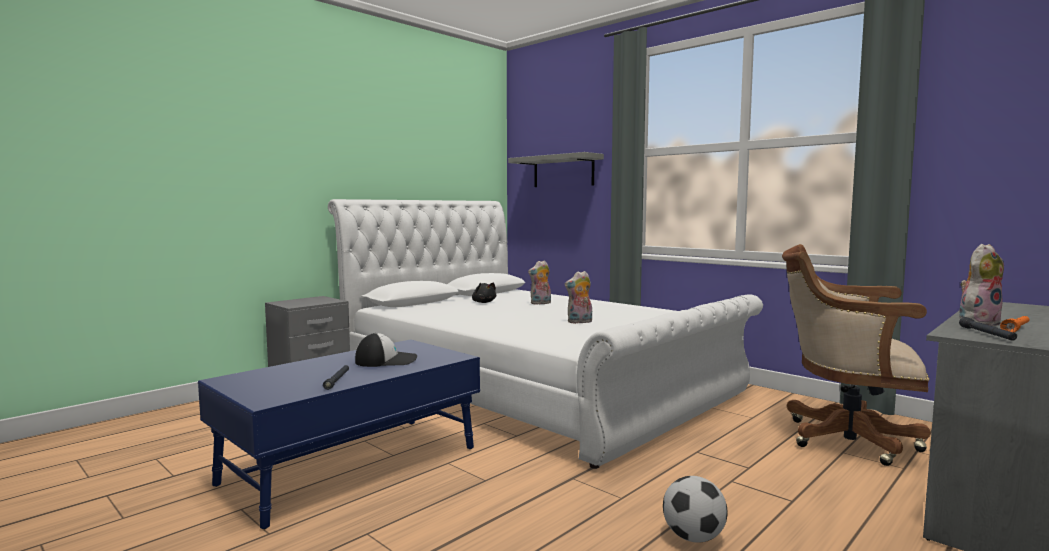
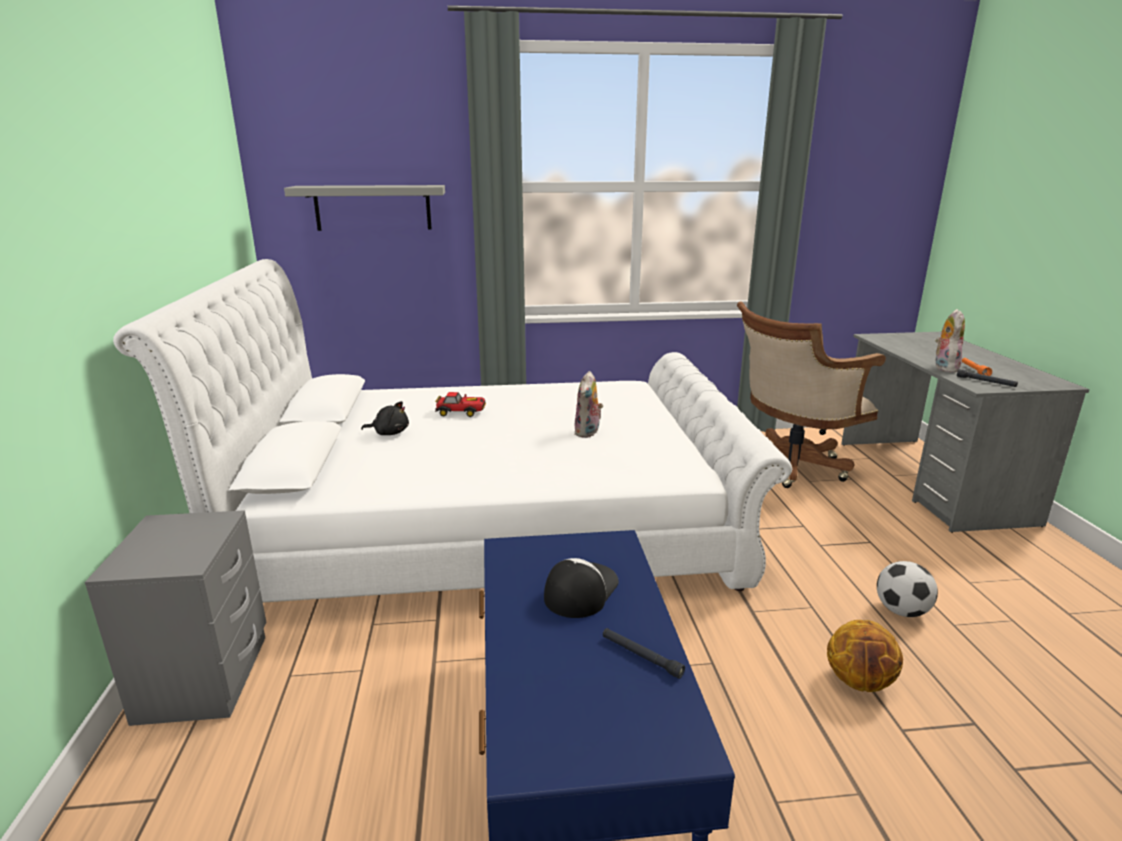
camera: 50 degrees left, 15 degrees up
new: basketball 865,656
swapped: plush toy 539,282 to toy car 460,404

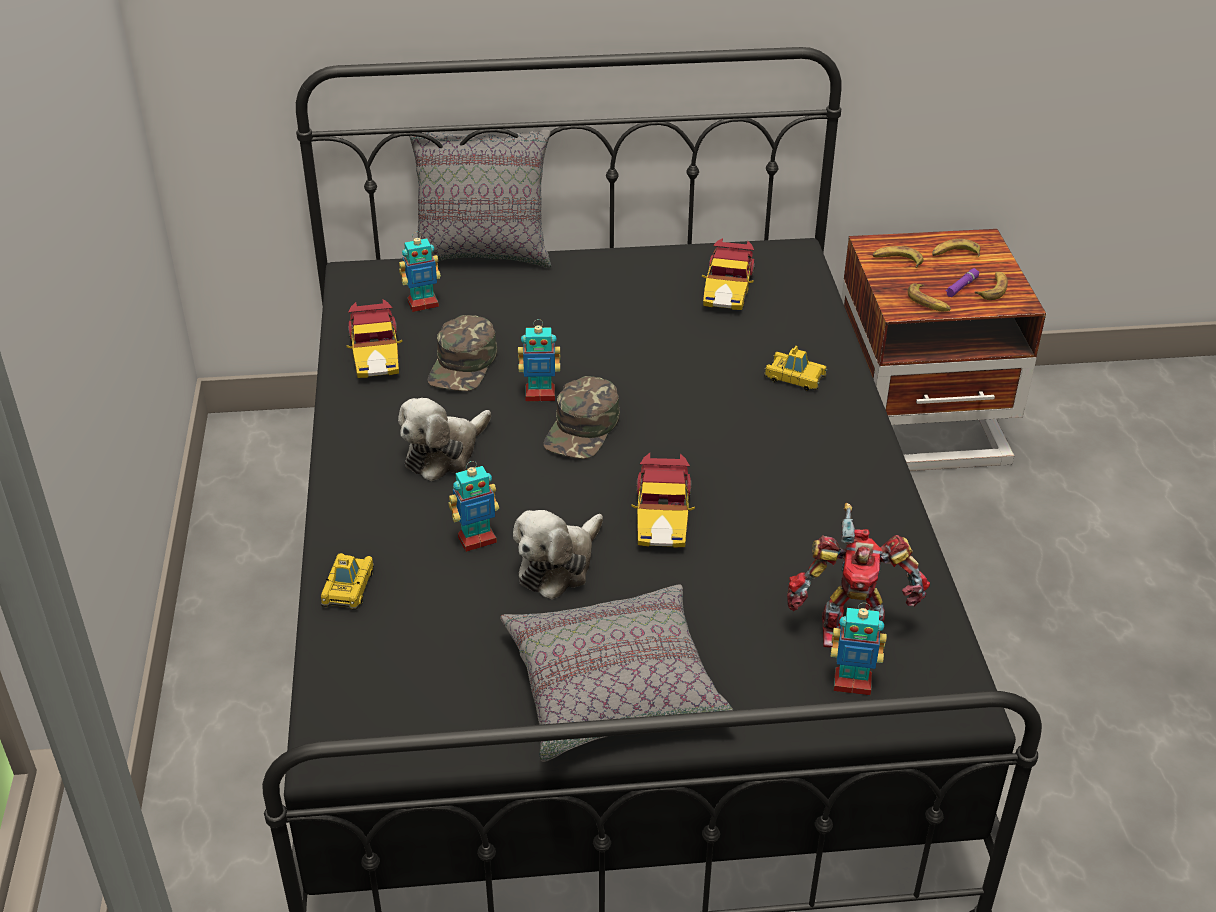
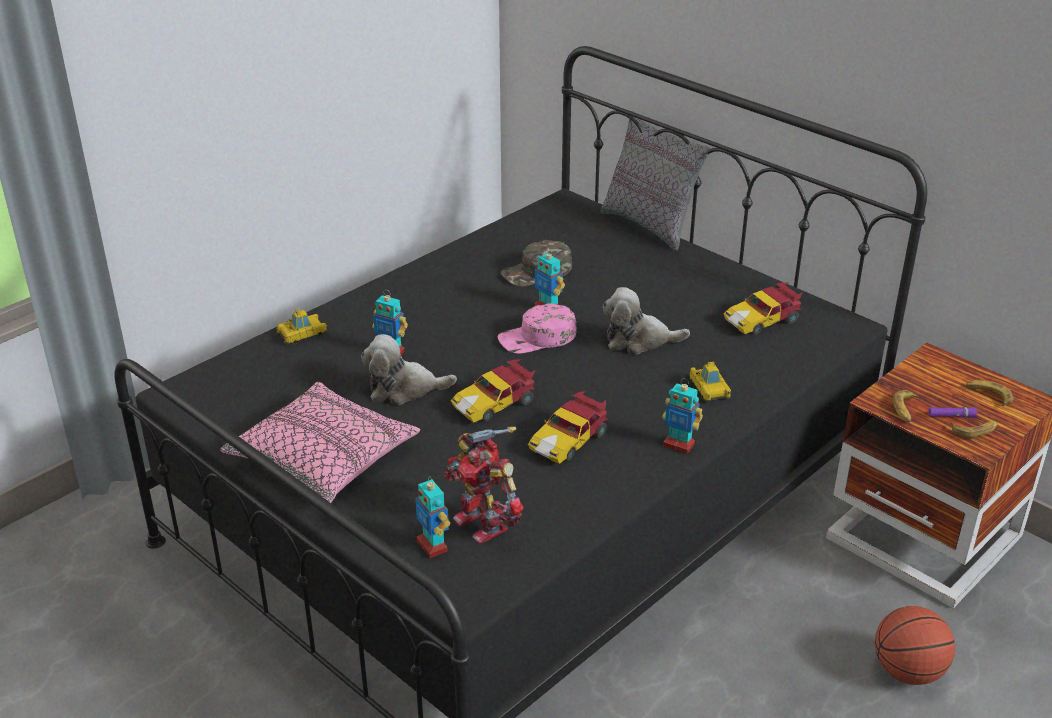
camera: 50 degrees right, 5 degrees down
gone: banana 898,257
new: basketball 915,645
shifted: toy car 374,339 to 567,427; plush toy 444,439 to 646,321; toy robot 420,272 to 682,416
repainted: grey pillow 616,673 to pink pillow 320,442; green cap 582,417 to pink cap 537,328

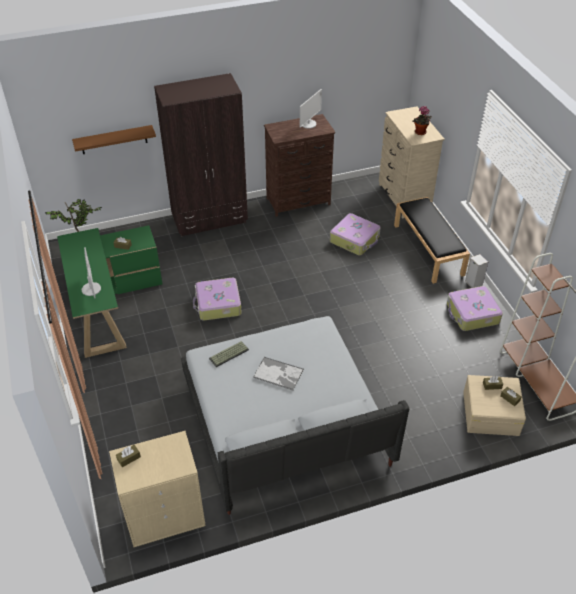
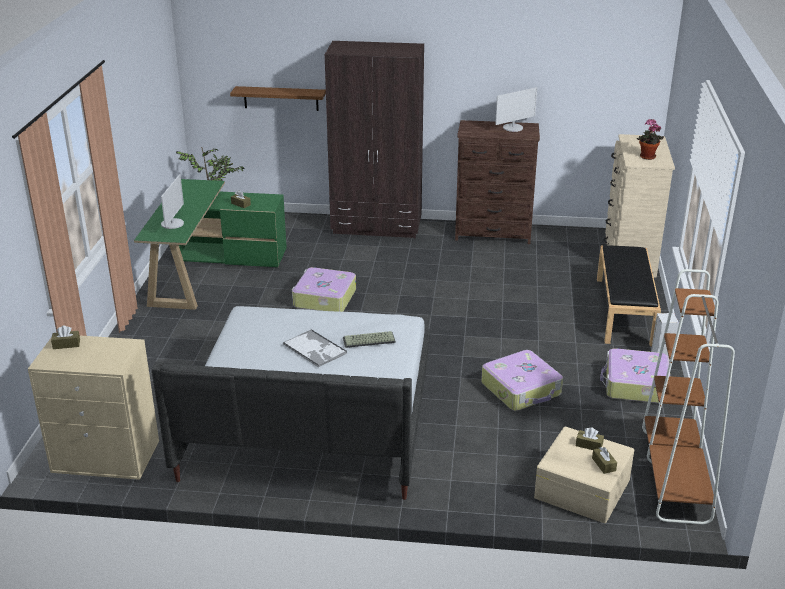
camera: 25 degrees right, 15 degrees down
shifted: keyboard 229,354 to 369,339; suitcase 355,234 to 522,380

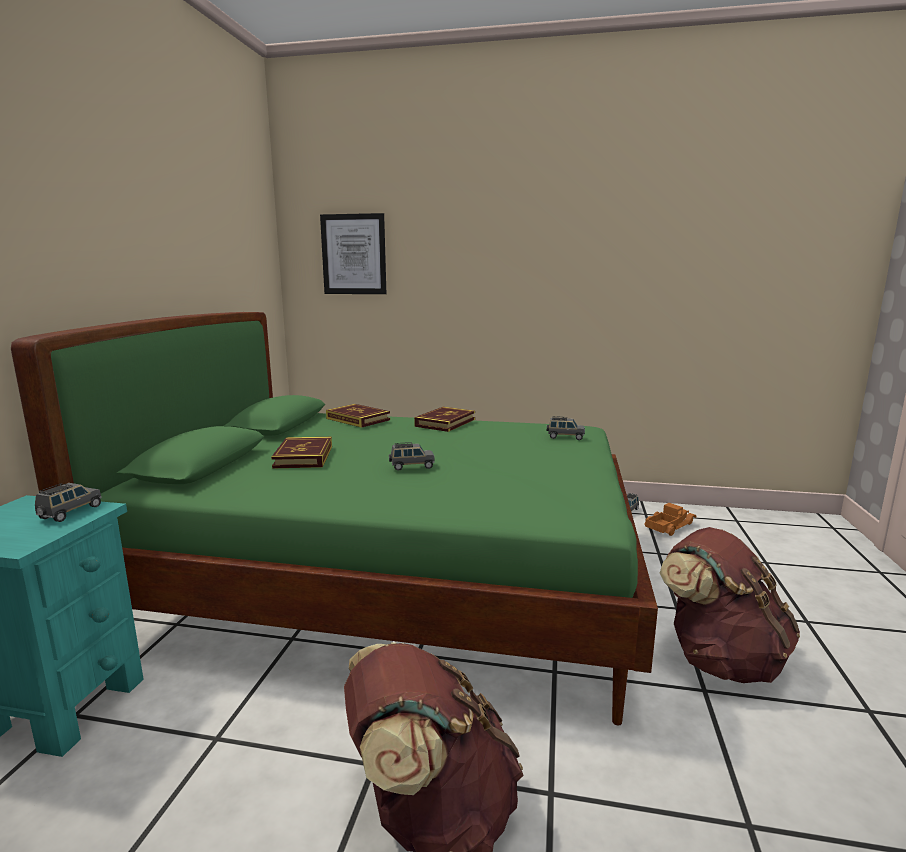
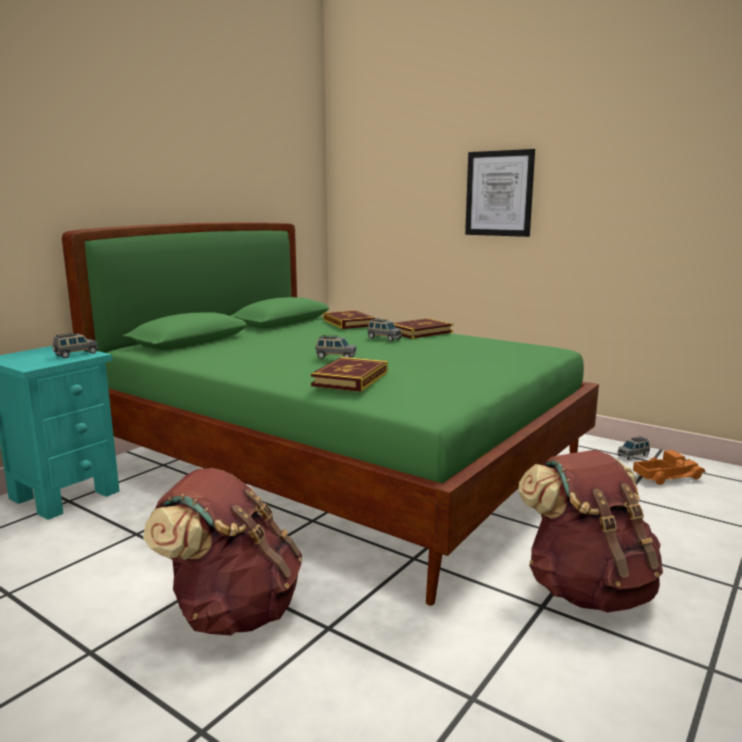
camera: 25 degrees right, 0 degrees up
shifted: book 301,453 to 349,374; picture 353,253 to 500,193; grey toy car 566,428 to 385,330

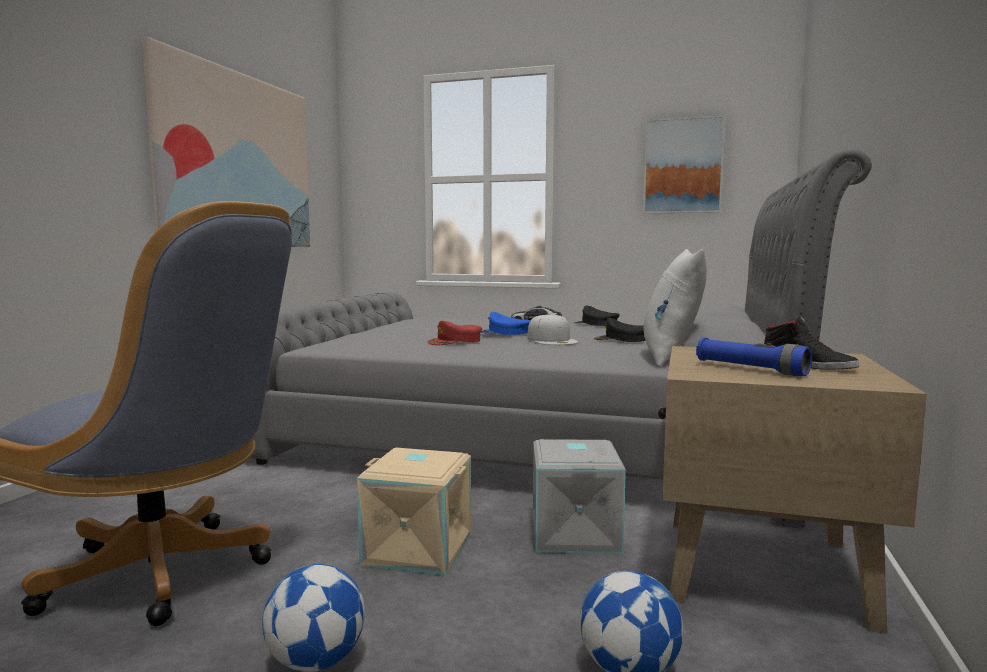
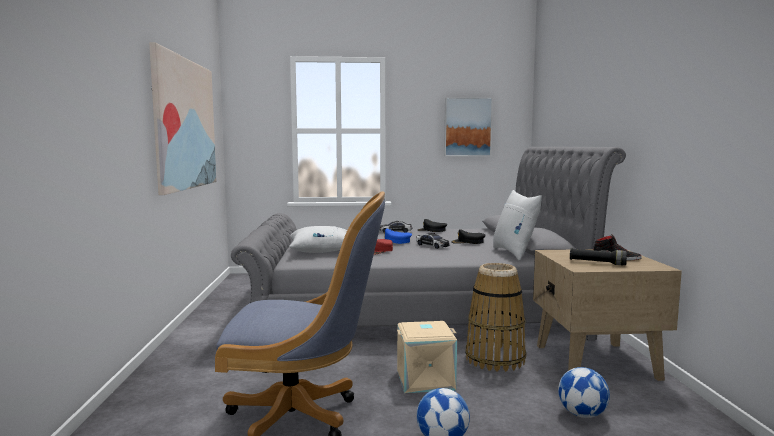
camera: 20 degrees left, 0 degrees up
new: grey pillow 318,239
swapped: white cap 552,329 to toy car 432,241; grey storage box 579,496 to basket 496,317
repainted: blue flashlight 754,357 to black flashlight 598,256

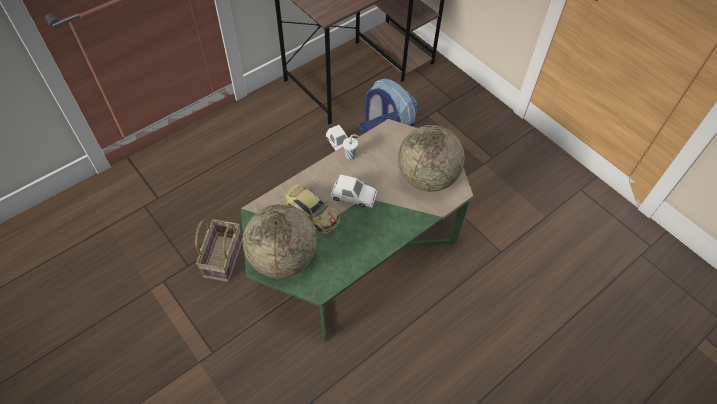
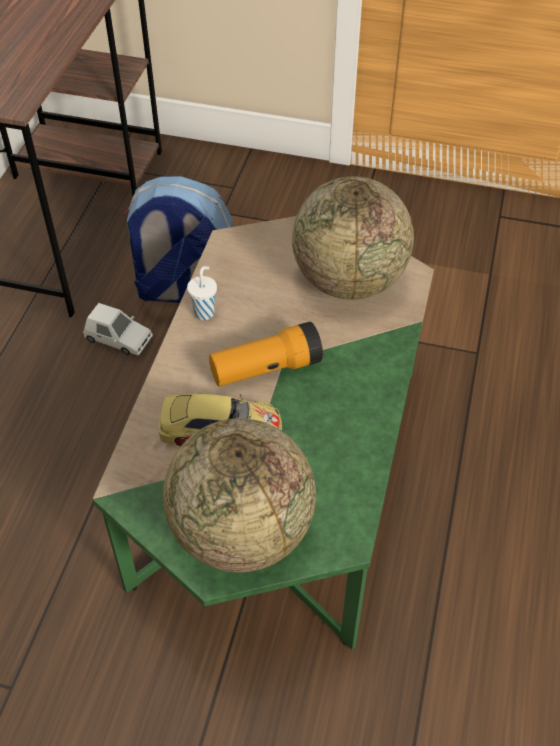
camera: 35 degrees left, 5 degrees down
gone: basket 219,250
swapped: white toy car 354,191 to flashlight 266,354

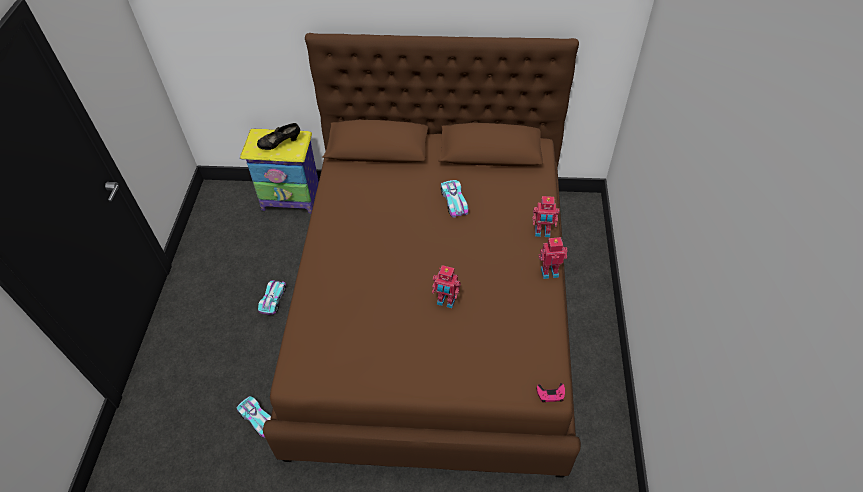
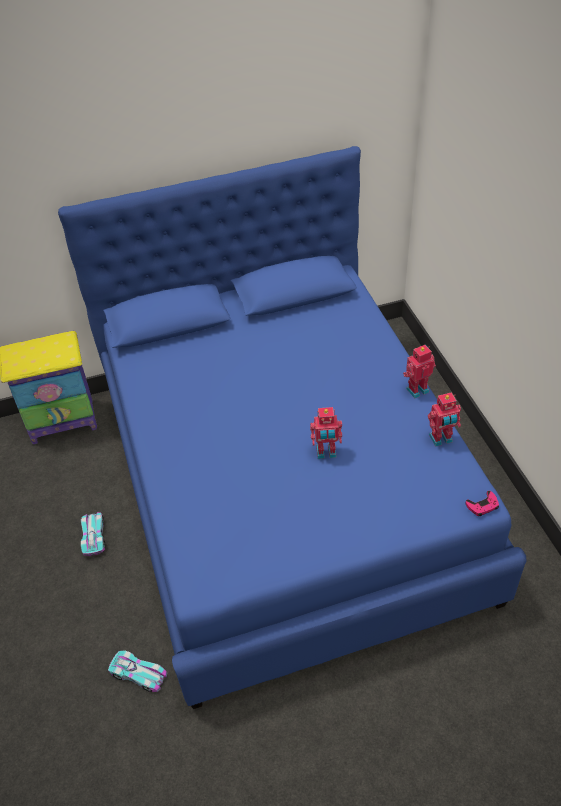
camera: 20 degrees left, 5 degrees down
gone: black shoe 278,136; toy car 455,199
shifted: toy robot 545,216 to 444,419
repainted: brown bed 422,255 to blue bed 292,427

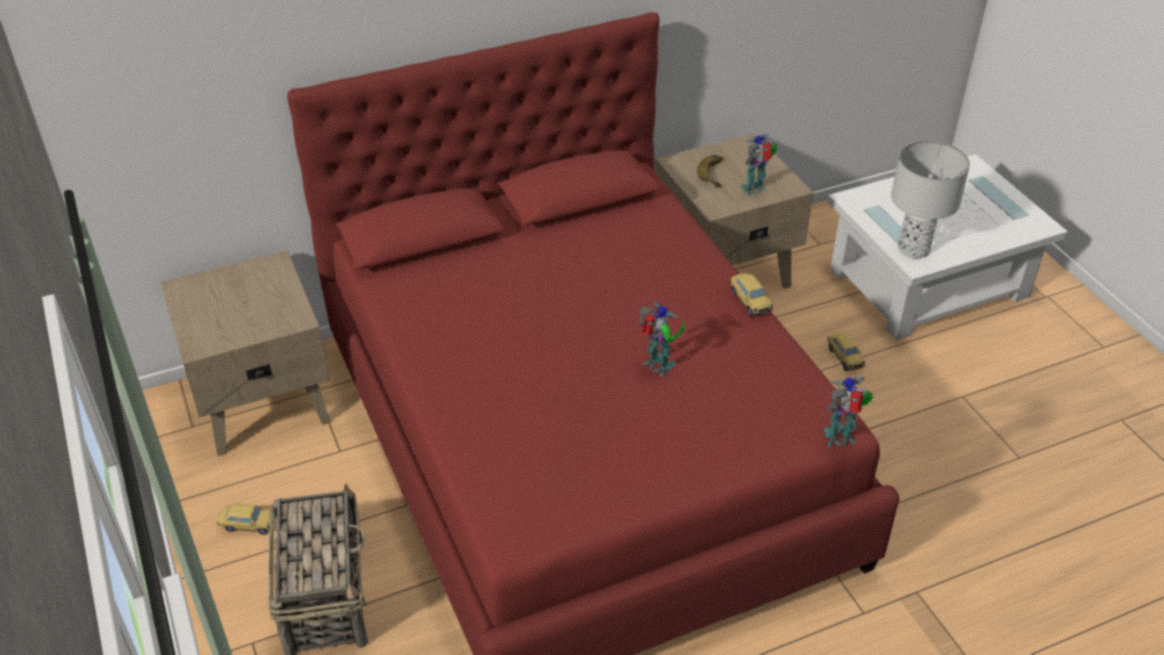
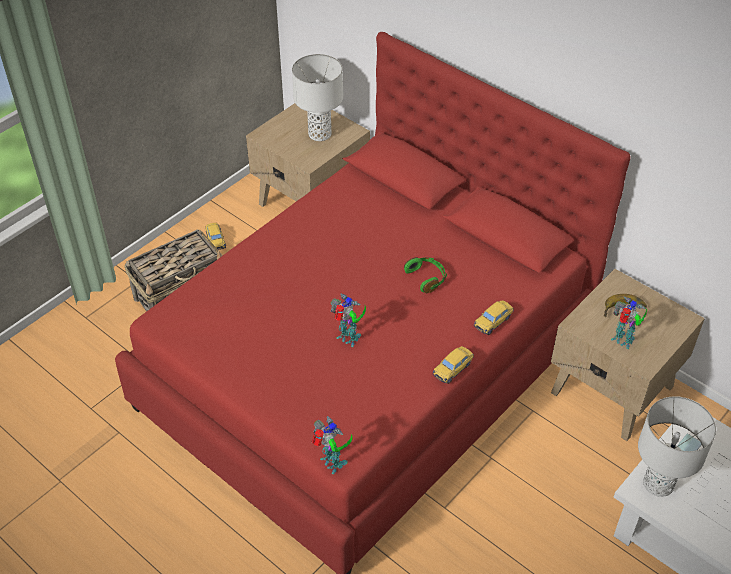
camera: 65 degrees right, 5 degrees up
new: white table lamp 317,97; green headphones 425,275
shifted: toy car 845,352 to 494,317
rotated: toy robot 661,339 = 348,320 75 degrees counterclockwise

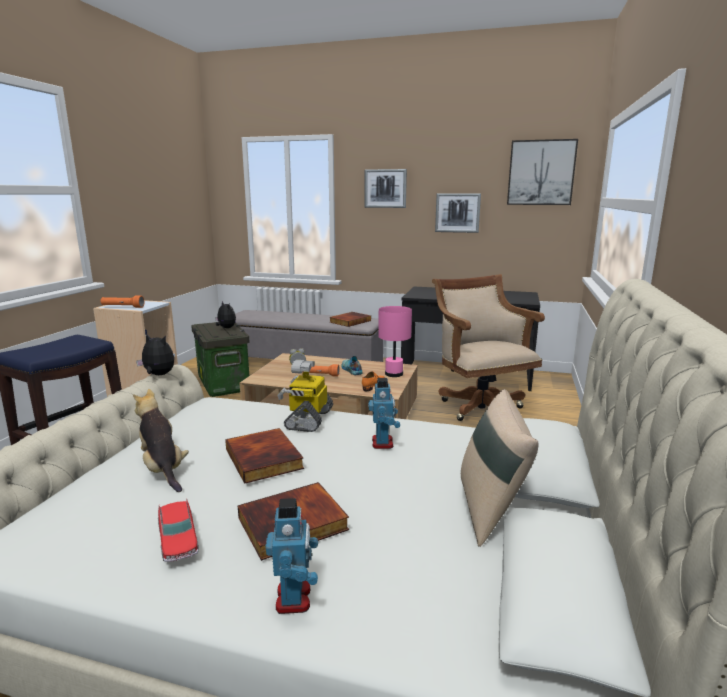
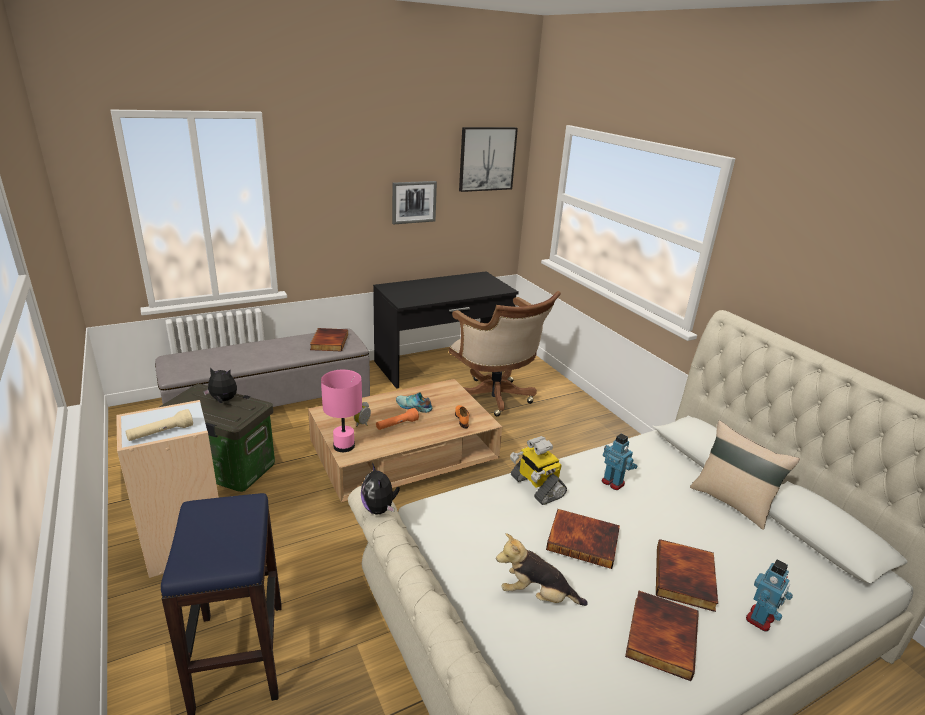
camera: 45 degrees left, 10 degrees up
gone: picture 386,188
shifted: pink table lamp 395,341 to 341,411
swapped: toy car 178,530 to book 662,635
repainted: orange flashlight 123,301 to beige flashlight 159,425
rotated: plush toy 155,354 = 380,488 90 degrees counterclockwise; toy robot 291,556 = 769,595 90 degrees clockwise; office chair 488,347 = 505,353 150 degrees counterclockwise

